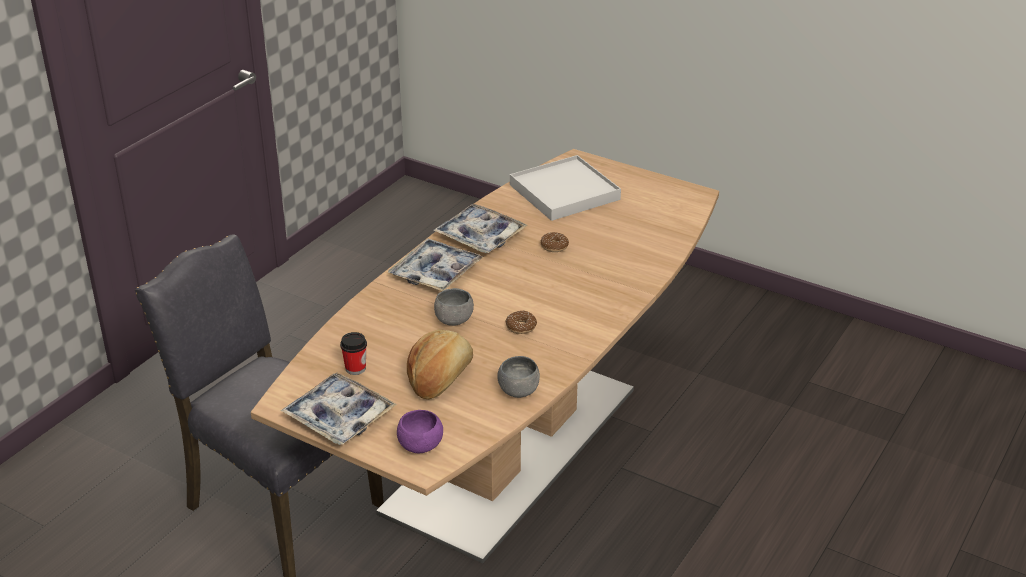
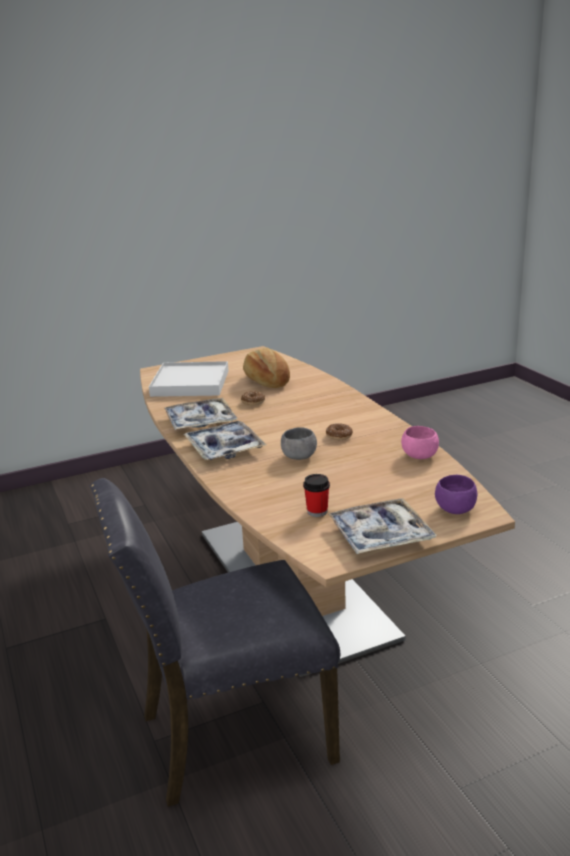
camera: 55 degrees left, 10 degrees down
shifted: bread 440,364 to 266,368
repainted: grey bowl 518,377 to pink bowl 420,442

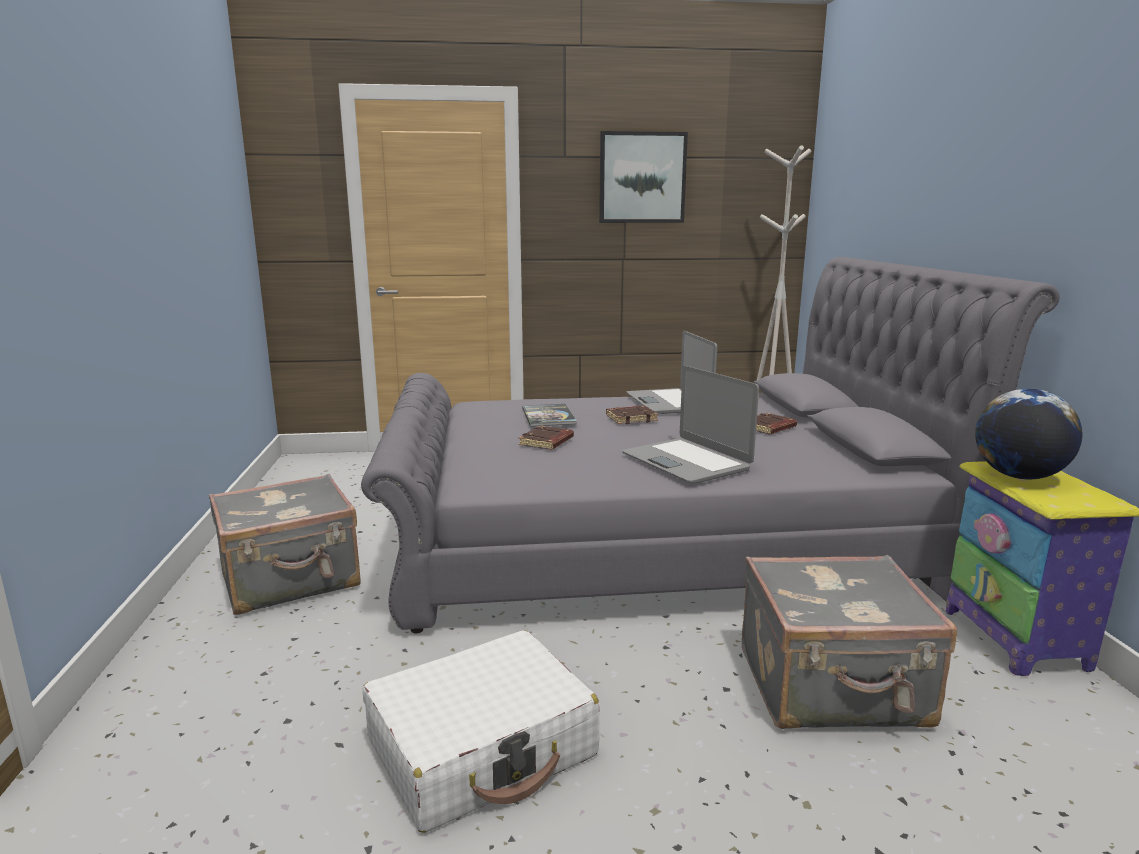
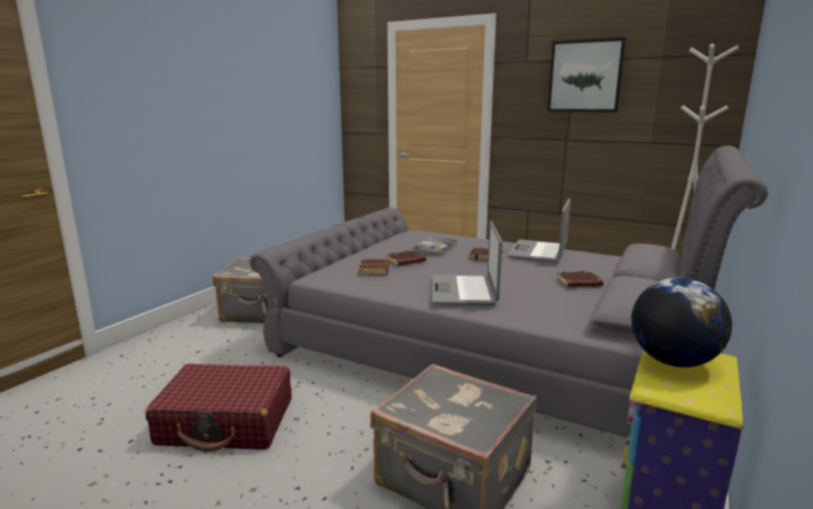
camera: 35 degrees right, 0 degrees up
new: brown book 374,267
repainted: white suitcase 481,731 to red suitcase 218,408

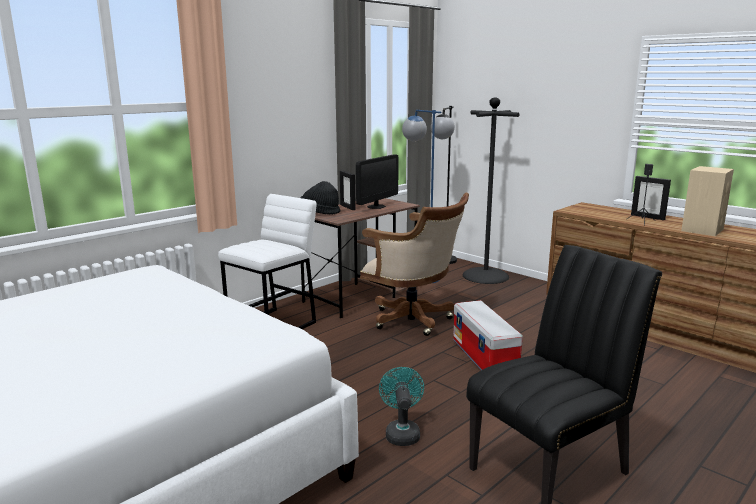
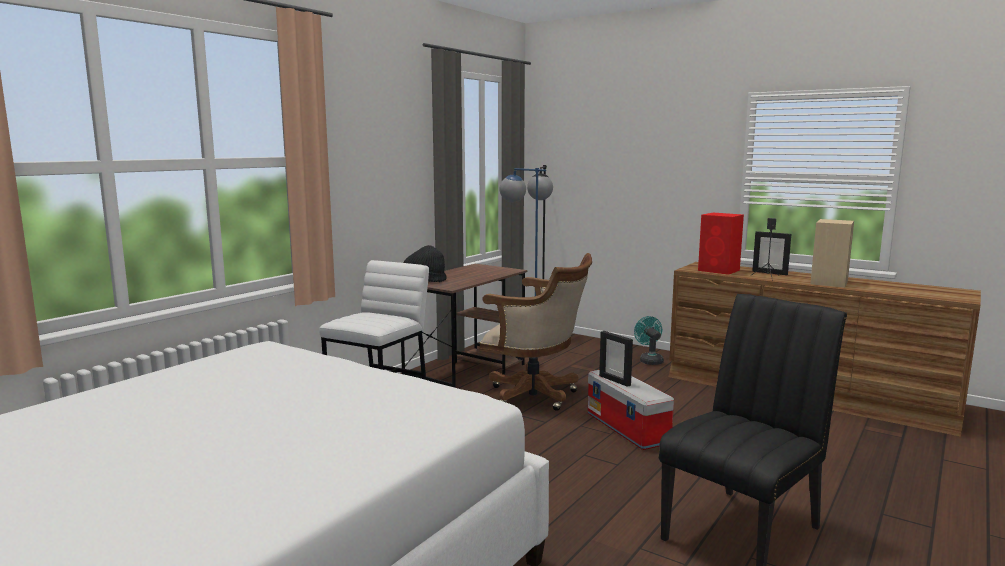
camera: 10 degrees left, 5 degrees down
gone: monitor 377,181; black clothes rack 491,190
new: red speaker 721,244
shifted: picture frame 348,190 to 616,359; turquoise fan 401,406 to 649,340

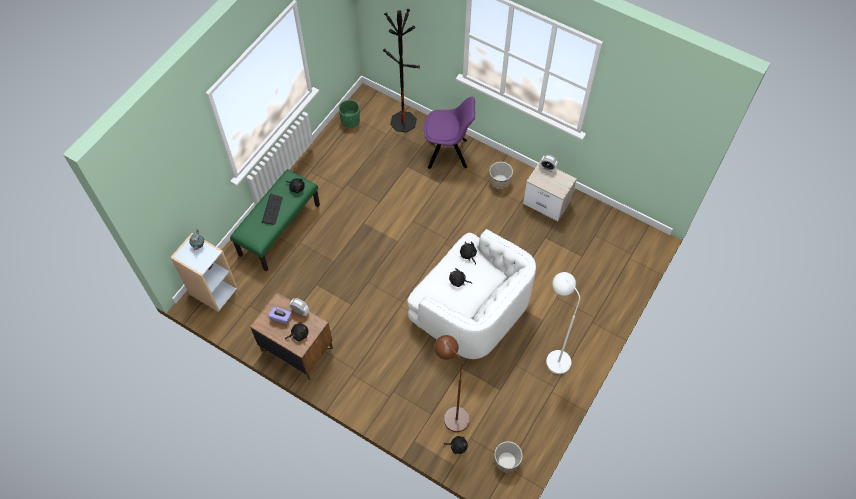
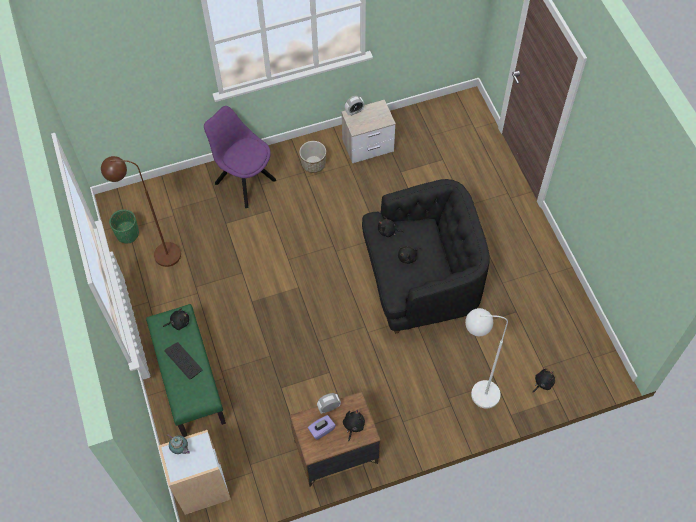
camera: 50 degrees left, 0 degrees up
gone: black clothes rack 401,71; planter 508,457
shifted: brown floor lamp 452,383 to 141,211; white floor lamp 563,323 to 486,358
repainted: white armchair 472,294 to black armchair 426,256
rotated: purple chair 449,133 = 240,157 90 degrees counterclockwise

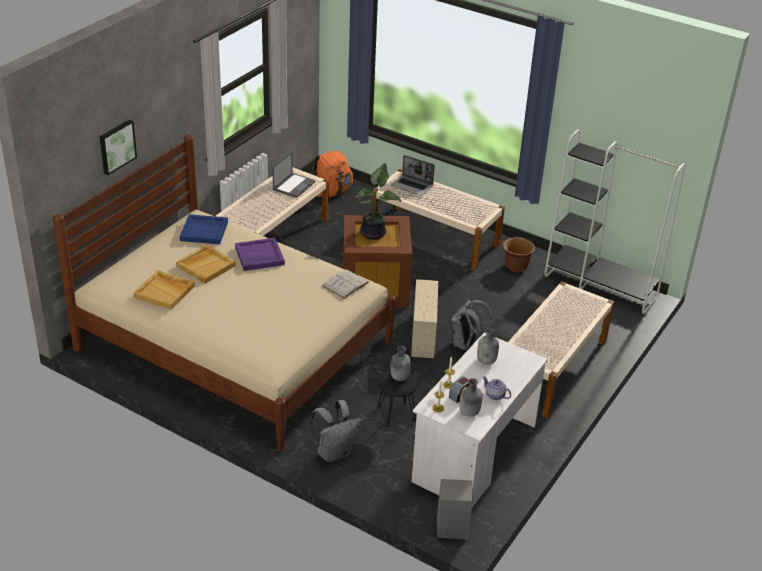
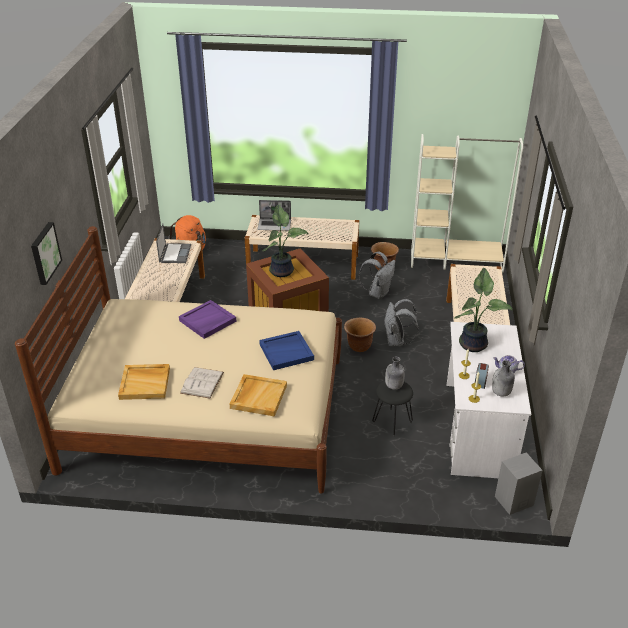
camera: 25 degrees left, 0 degrees up
shifted: beige tray 206,264 to 258,395; blue tray 204,229 to 286,350; grey backpack 336,431 to 377,275; white book 345,284 to 202,383
swapped: beige storage box 424,318 to brown planter 360,335; grey bottle 488,346 to potted plant 483,310
repainted: black clothes rack 614,222 to beige clothes rack 467,203

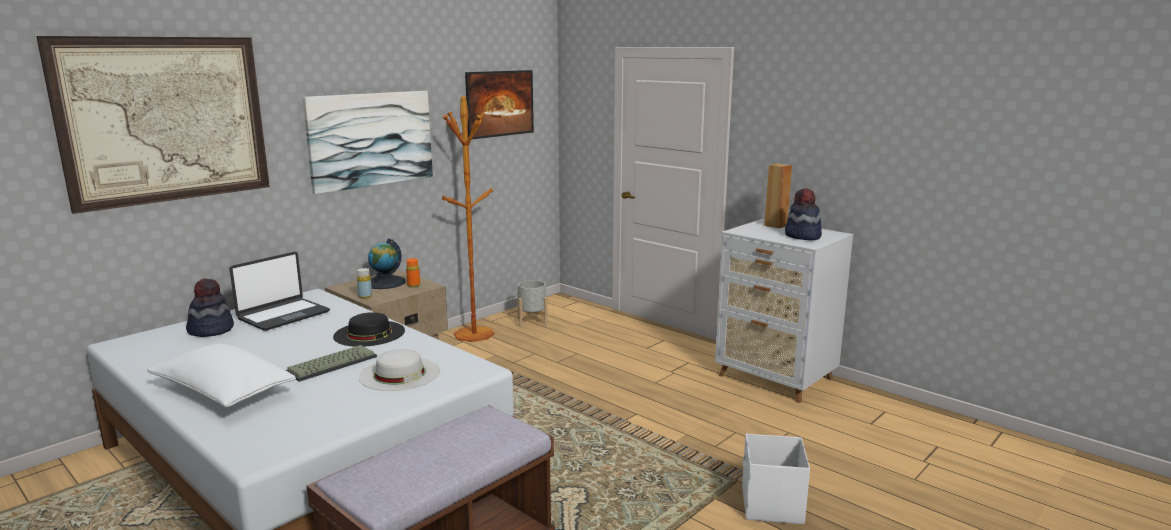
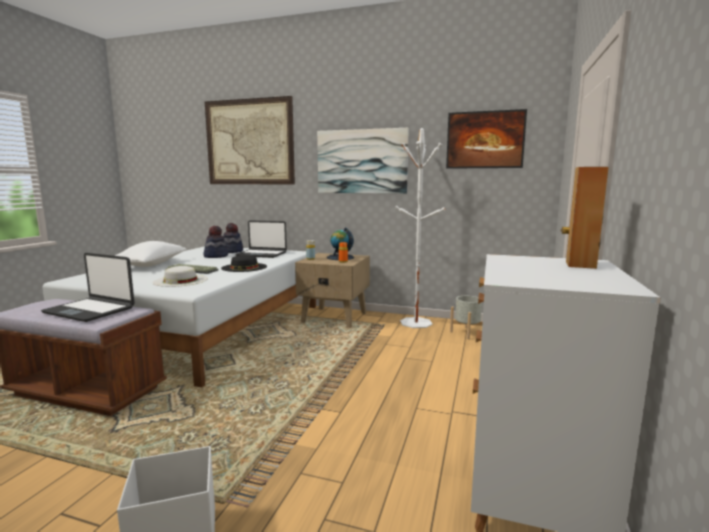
camera: 65 degrees right, 5 degrees down
new: laptop 88,287
shifted: hat 803,214 to 215,242
repainted: orange clothes rack 468,219 to white clothes rack 420,228

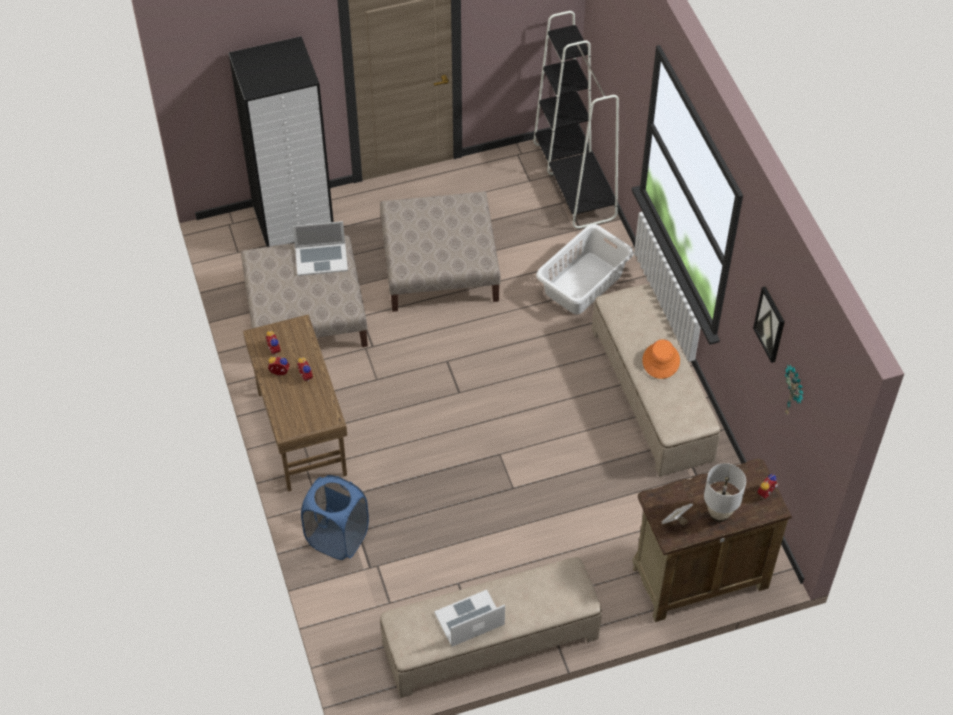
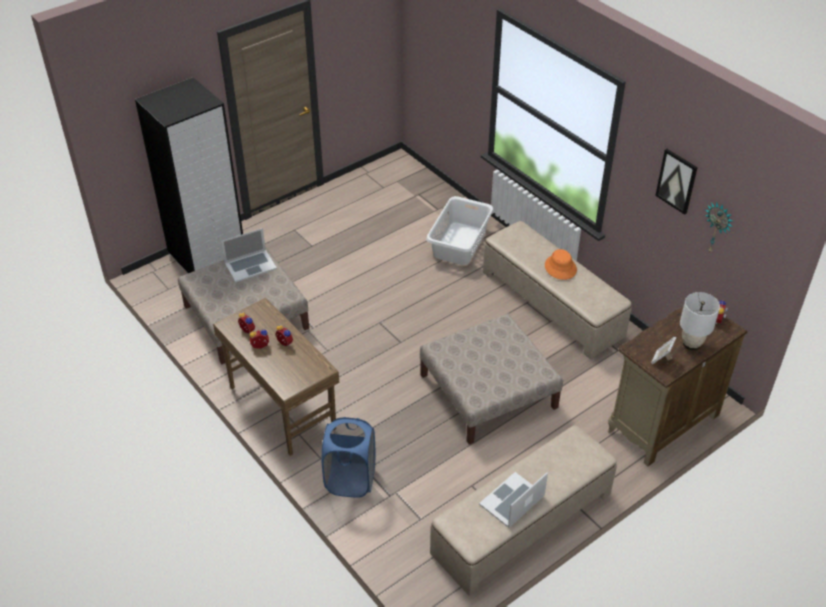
camera: 20 degrees left, 10 degrees down
gone: black clothes rack 576,119
shifted: beige ottoman 440,251 to 491,379

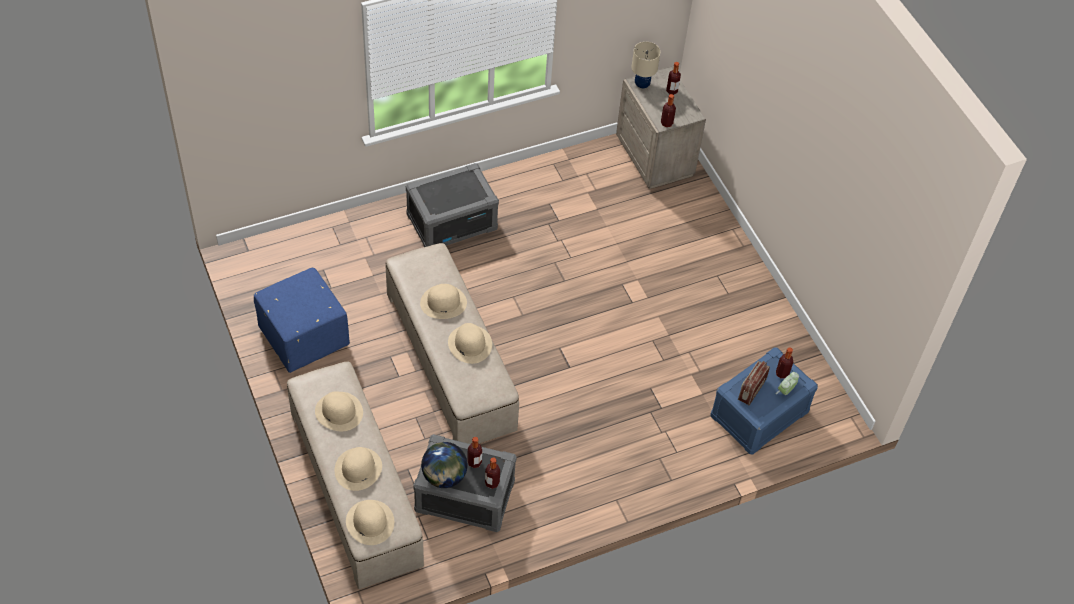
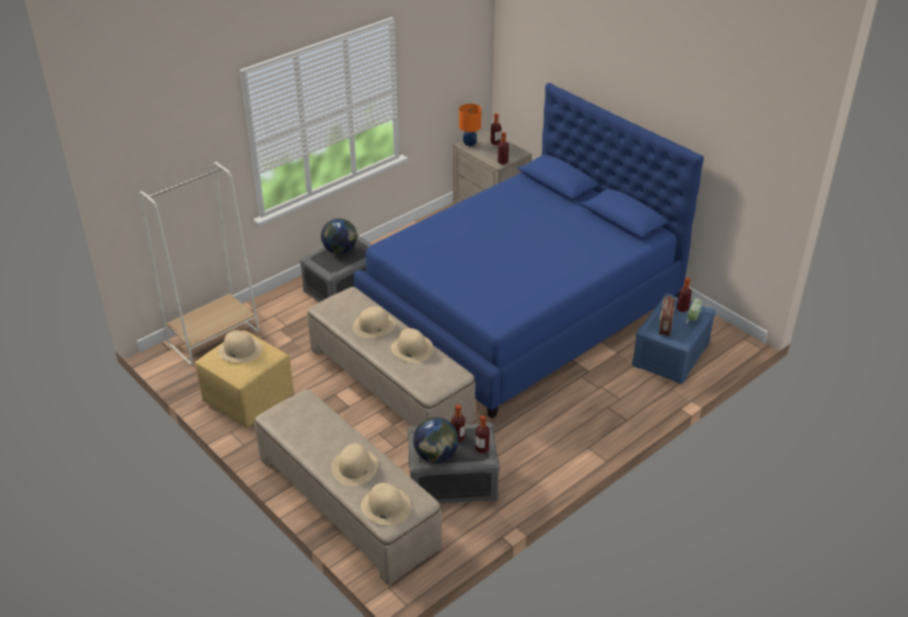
camera: 15 degrees left, 15 degrees down
new: clothes rack 199,263; globe 339,236; blue bed 528,251
shifted: beige hat 339,411 to 240,347
repainted: blue ottoman 302,320 to yellow ottoman 244,379; beige table lamp 646,65 to orange table lamp 470,125

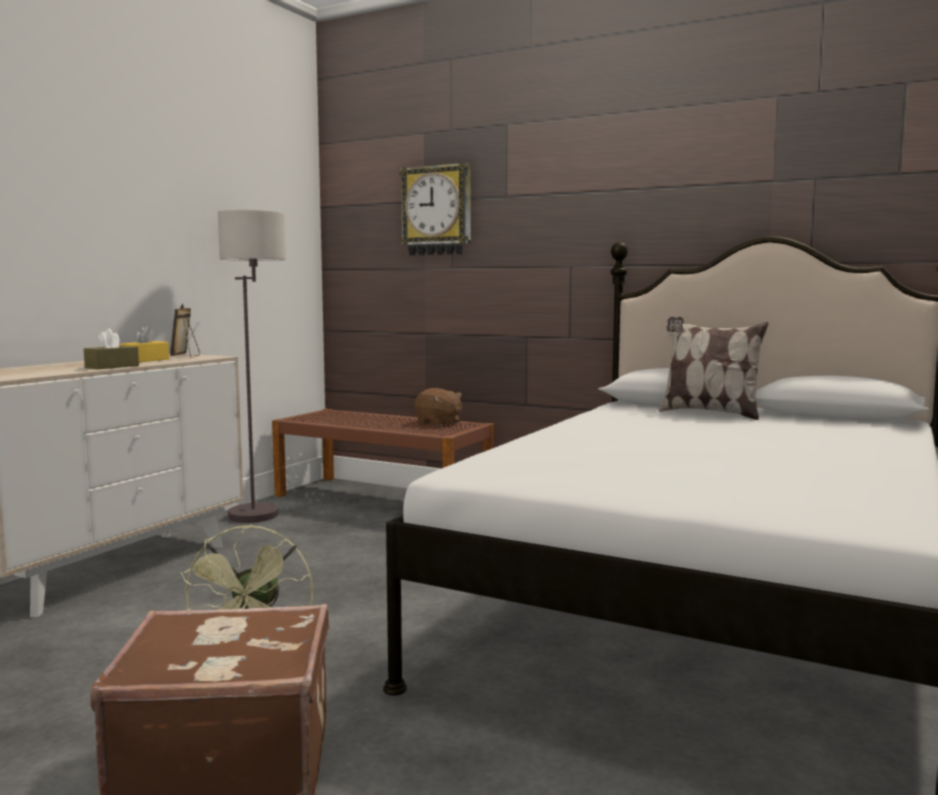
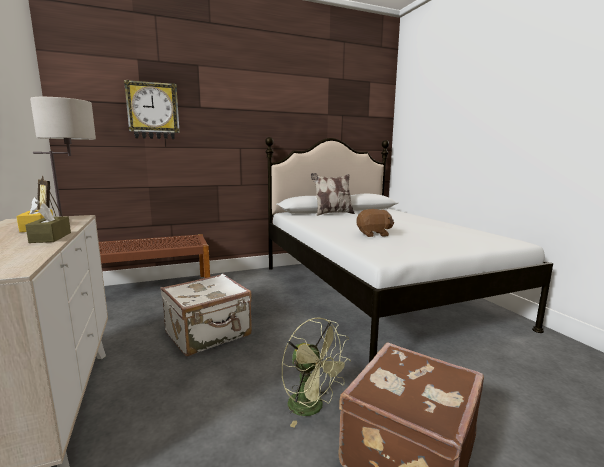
camera: 50 degrees left, 5 degrees up
new: white suitcase 206,314
shifted: brown plush toy 438,407 to 375,223

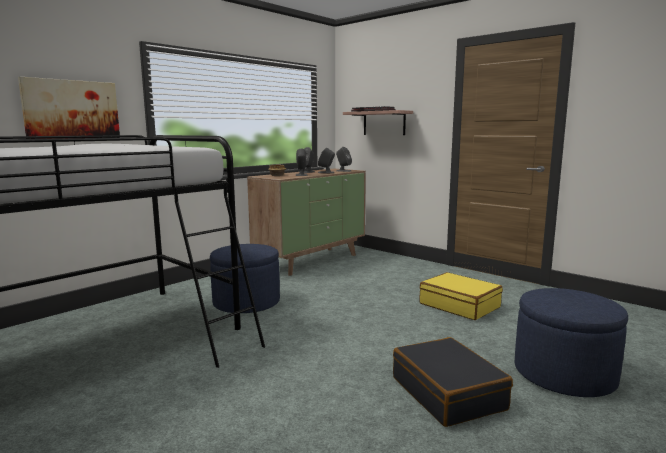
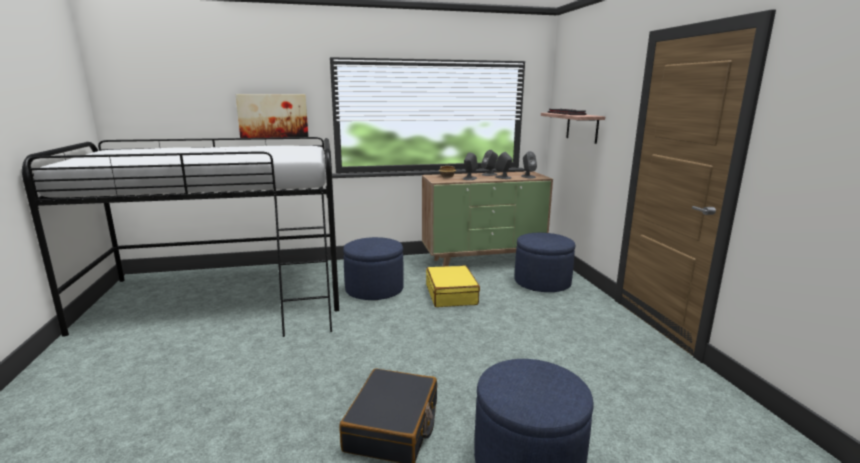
camera: 35 degrees right, 5 degrees up
new: blue ottoman 545,262
shifted: yellow suitcase 461,296 to 453,286

